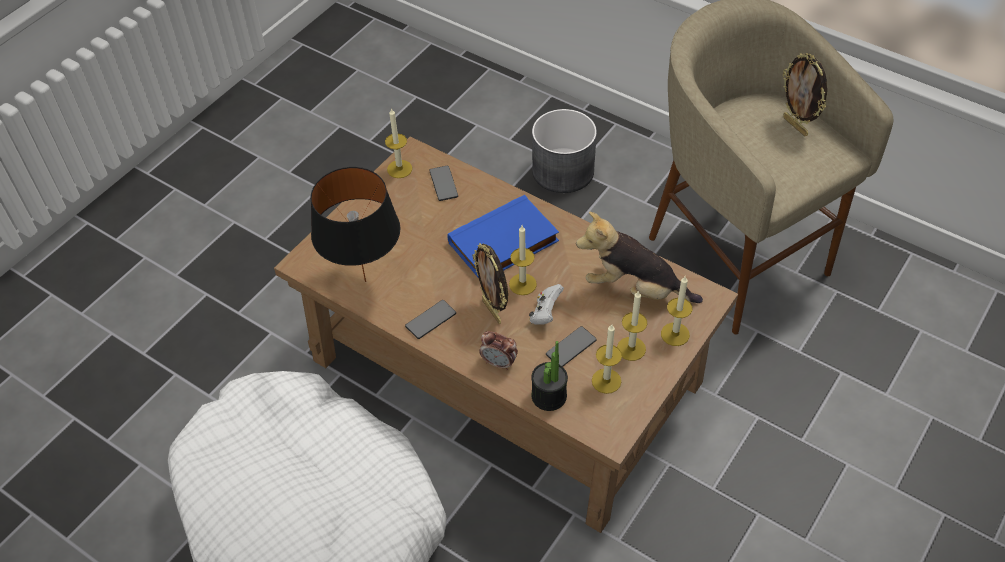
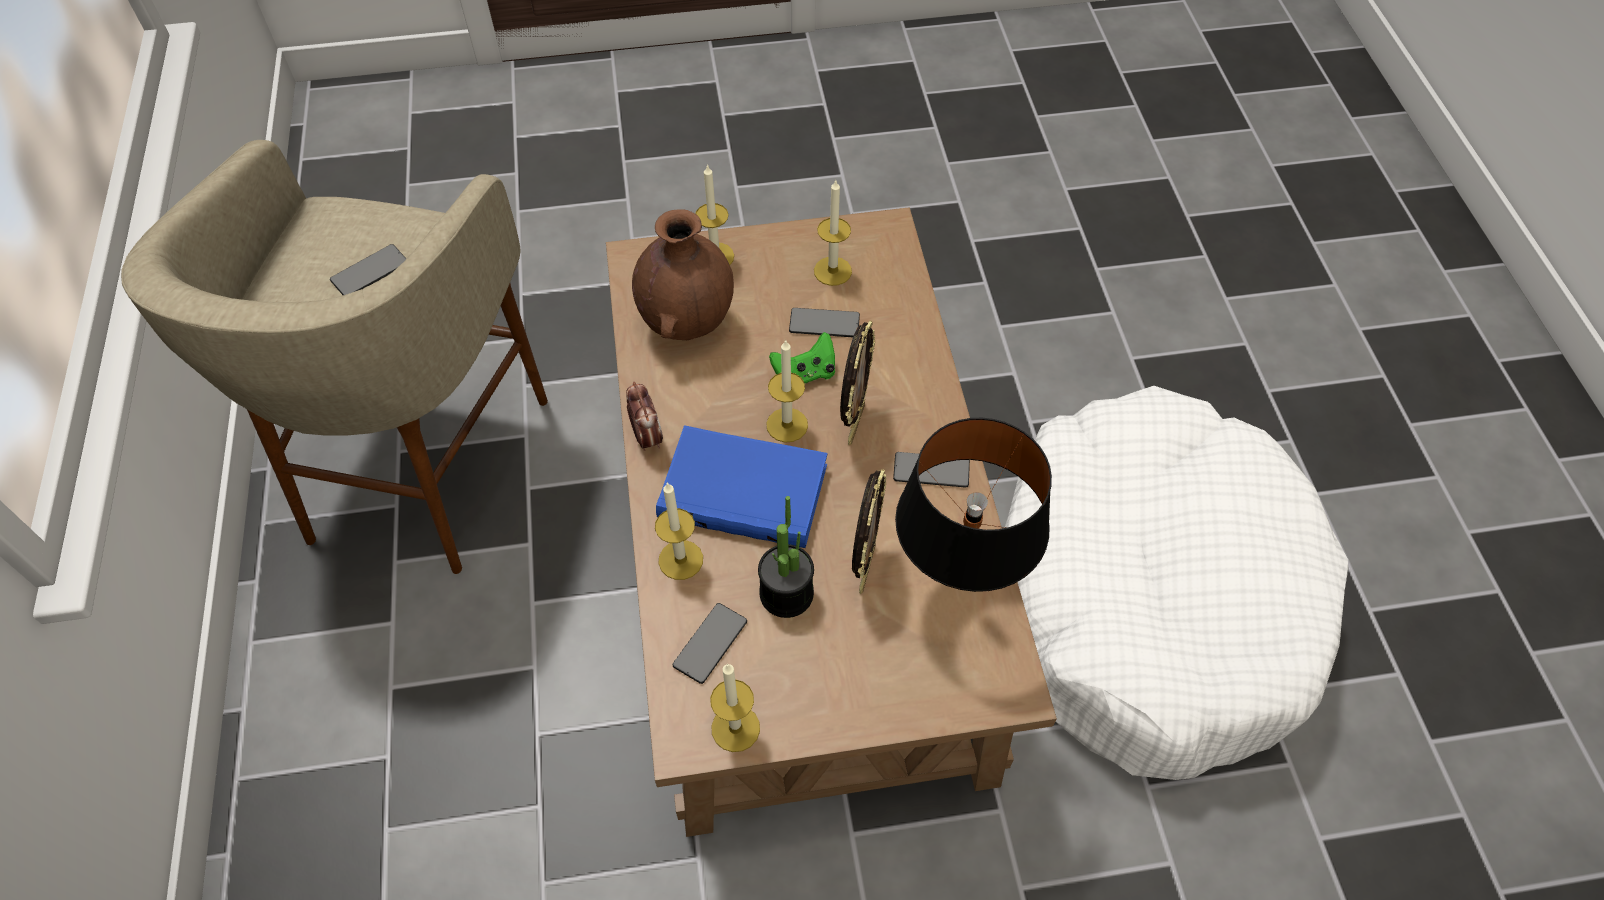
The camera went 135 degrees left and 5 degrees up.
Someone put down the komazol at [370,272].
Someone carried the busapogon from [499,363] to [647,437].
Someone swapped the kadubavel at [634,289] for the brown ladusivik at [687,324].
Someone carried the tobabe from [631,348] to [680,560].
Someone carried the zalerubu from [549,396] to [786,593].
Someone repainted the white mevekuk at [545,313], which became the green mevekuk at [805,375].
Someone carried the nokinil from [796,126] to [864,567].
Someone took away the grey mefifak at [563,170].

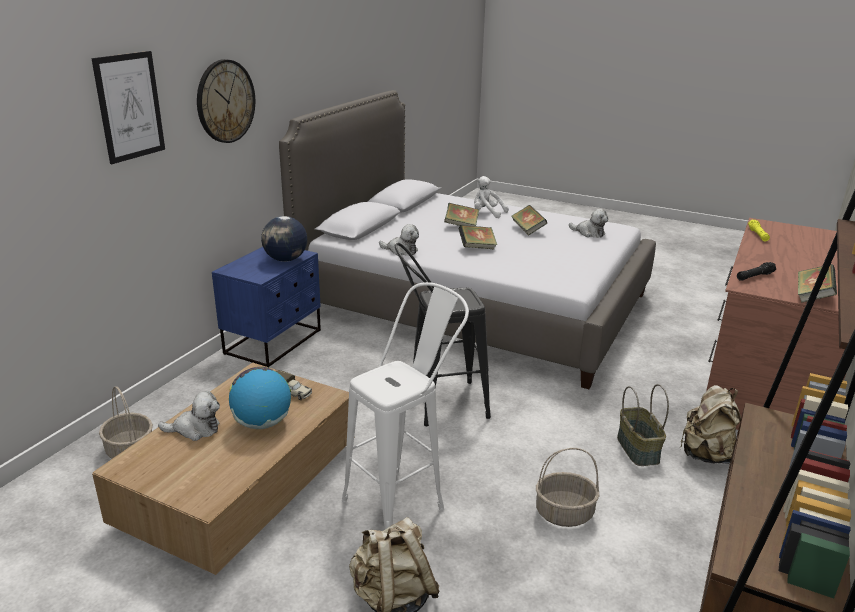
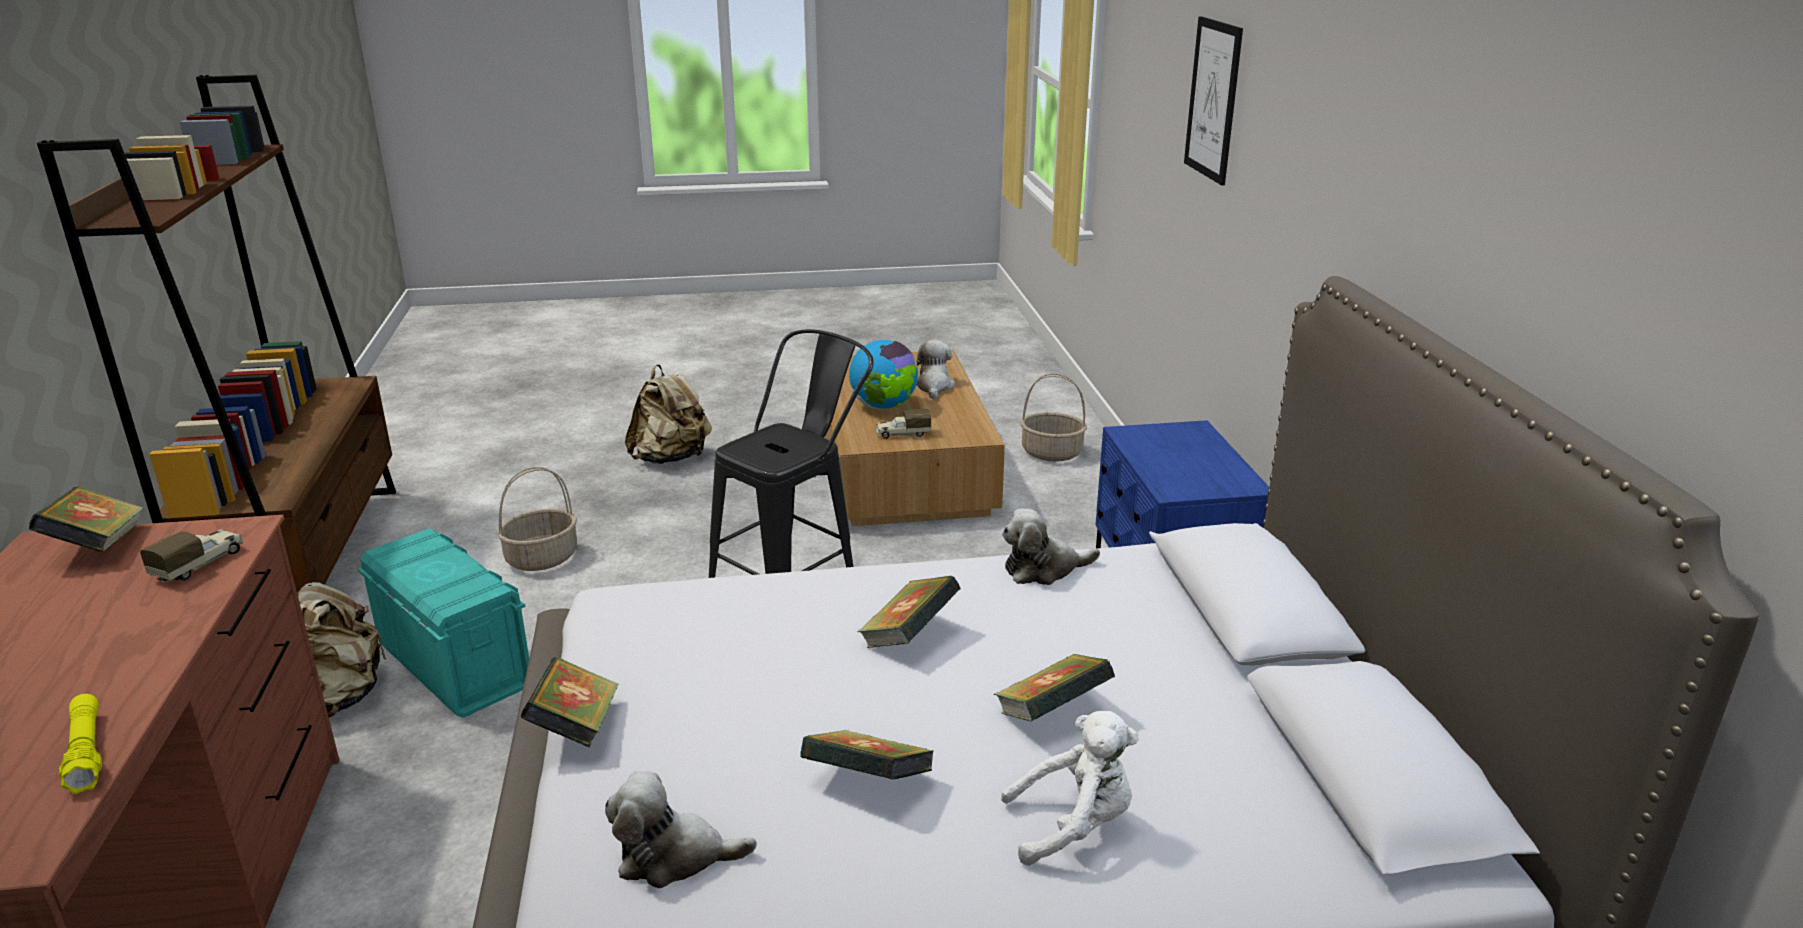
The camera went 145 degrees right and 0 degrees up.
Someone swapped the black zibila at [754,276] for the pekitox at [200,564].
Someone swapped the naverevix at [638,449] for the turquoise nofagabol at [455,665].
Someone put down the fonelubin at [575,728].
Someone rotated the kadubavel at [195,429] by 135 degrees clockwise.
Someone took away the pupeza at [225,101].
Someone took away the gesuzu at [286,260].
Someone took away the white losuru at [404,498].

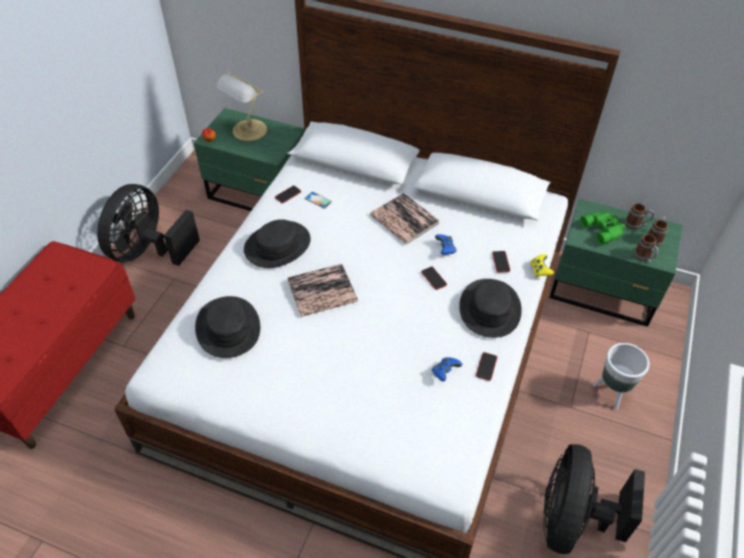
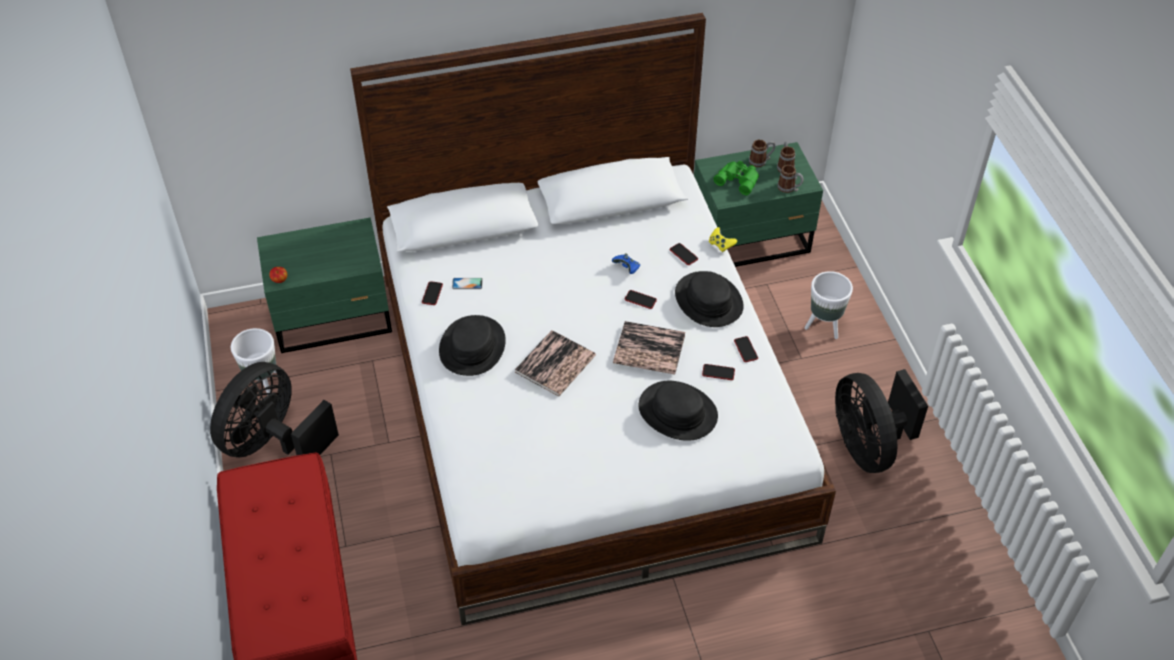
The camera went 35 degrees left and 0 degrees up.
Someone rotated the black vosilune at [149,251] by 45 degrees clockwise.
Someone put down the white mefifak at [263,384].
Someone carried the fonelubin from [404,219] to [649,349].
Someone carried the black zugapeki from [227,328] to [677,412].
Someone swapped the blue mevekuk at [445,372] for the komazol at [718,372].
Someone took away the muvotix at [248,131].

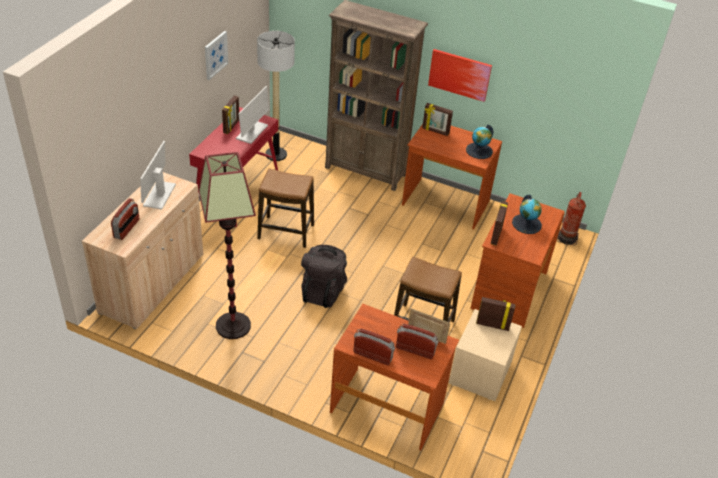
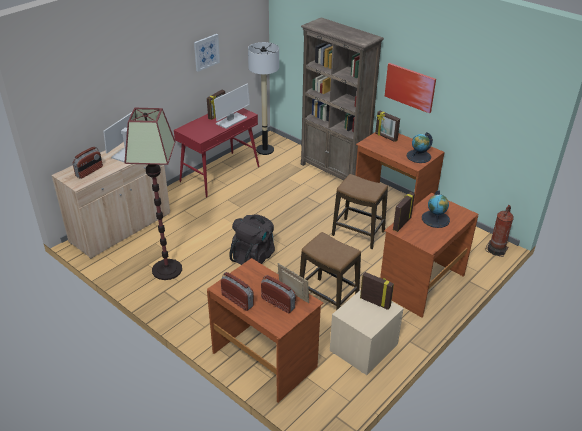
The camera went 20 degrees right and 5 degrees down.
Someone carried the losuru from [285,232] to [358,233].

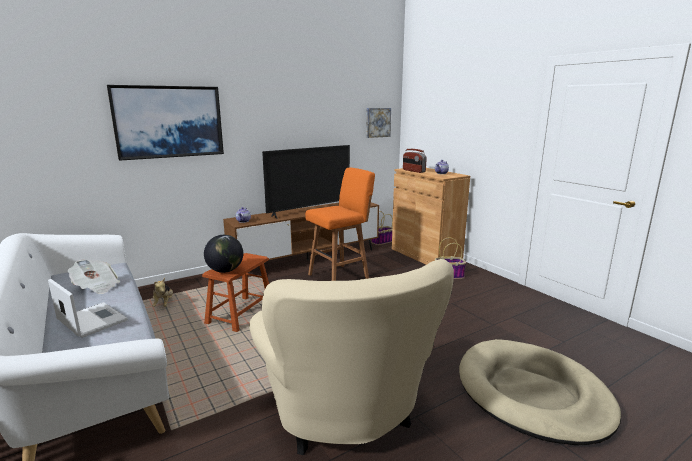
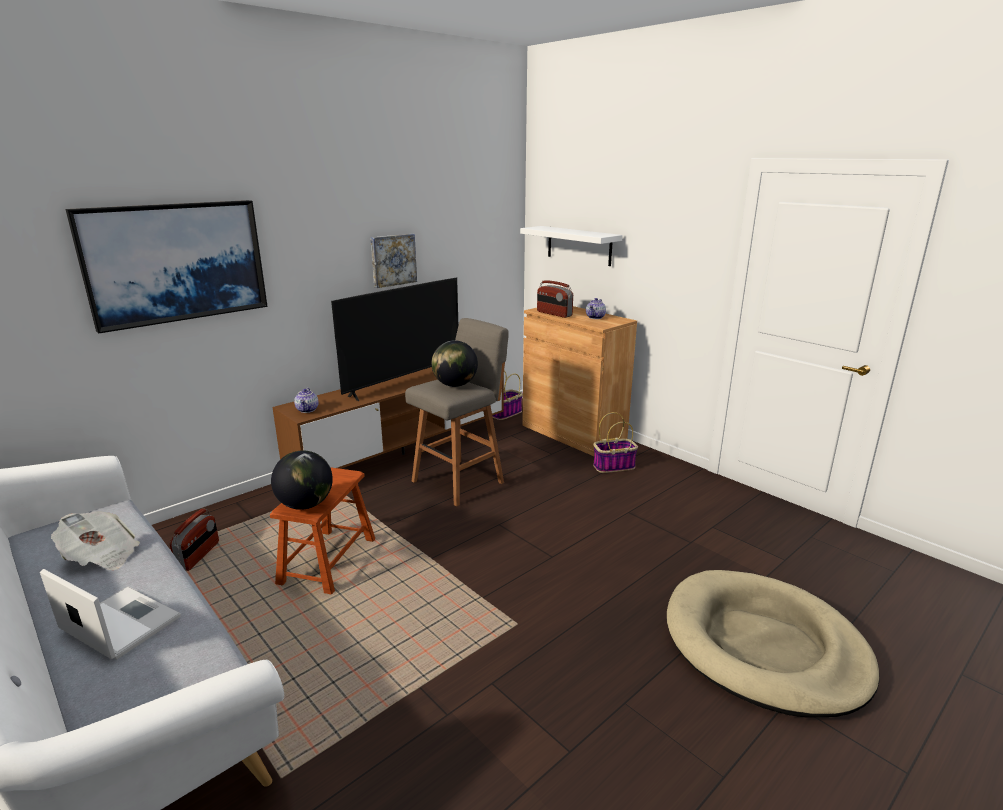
The camera went 10 degrees left and 5 degrees up.
Someone swapped the kadubavel at [164,304] for the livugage at [198,555].
Someone carried the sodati from [377,122] to [392,260].
Someone repainted the orange losuru at [340,277], which became the grey losuru at [460,481].
Someone put down the gesuzu at [455,385].
Someone put up the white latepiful at [579,245].
Someone took away the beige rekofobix at [345,416].

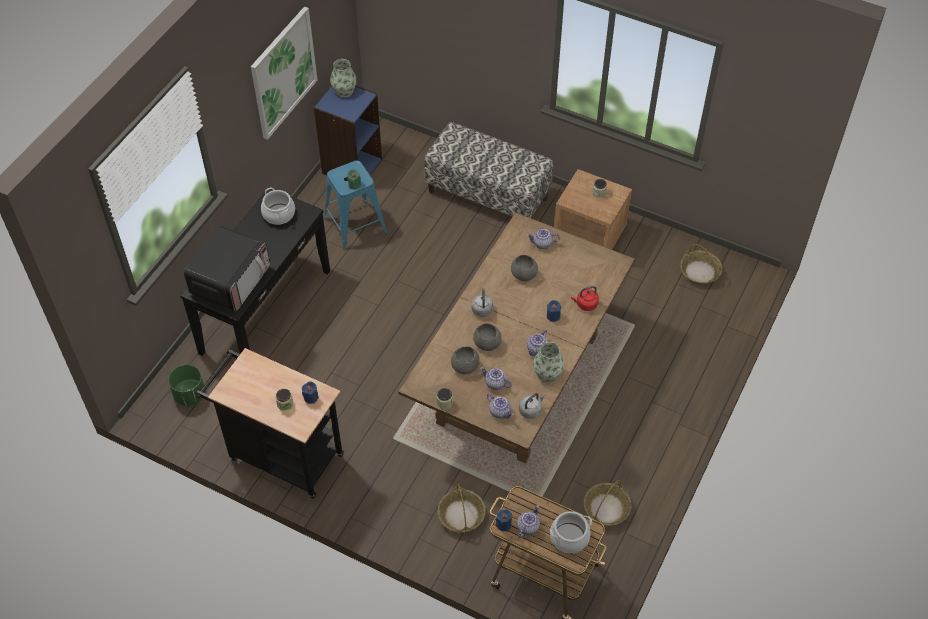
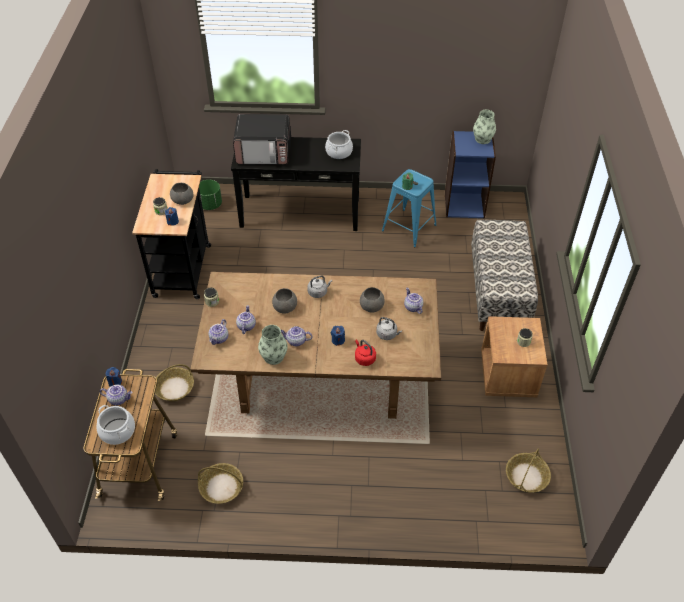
The camera went 65 degrees right and 5 degrees down.
Someone carried the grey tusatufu from [465,366] to [183,200].
Someone carried the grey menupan from [531,410] to [387,334].
Someone took away the sodati at [283,72].

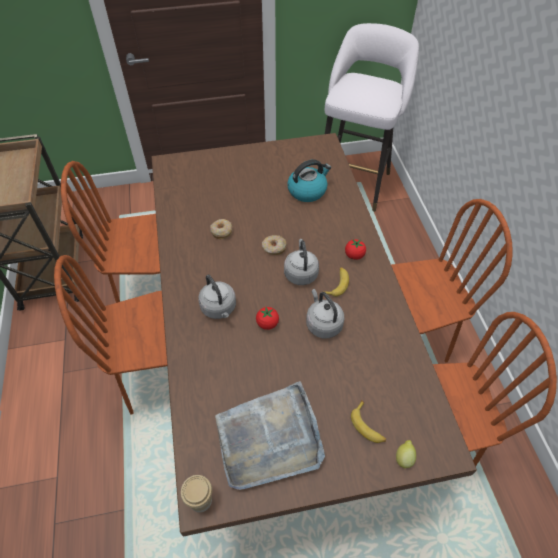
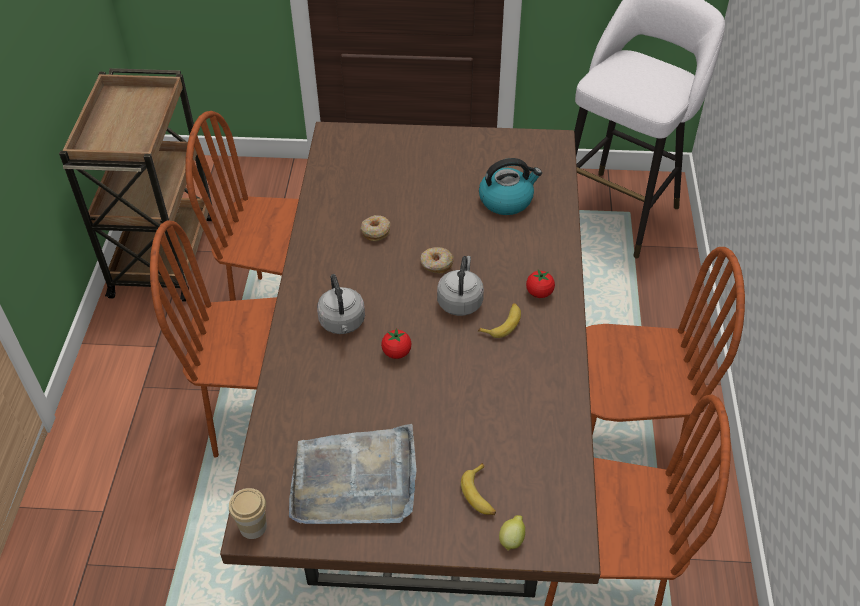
The camera went 15 degrees right and 5 degrees down.
Someone took away the grey menupan at [323,323].

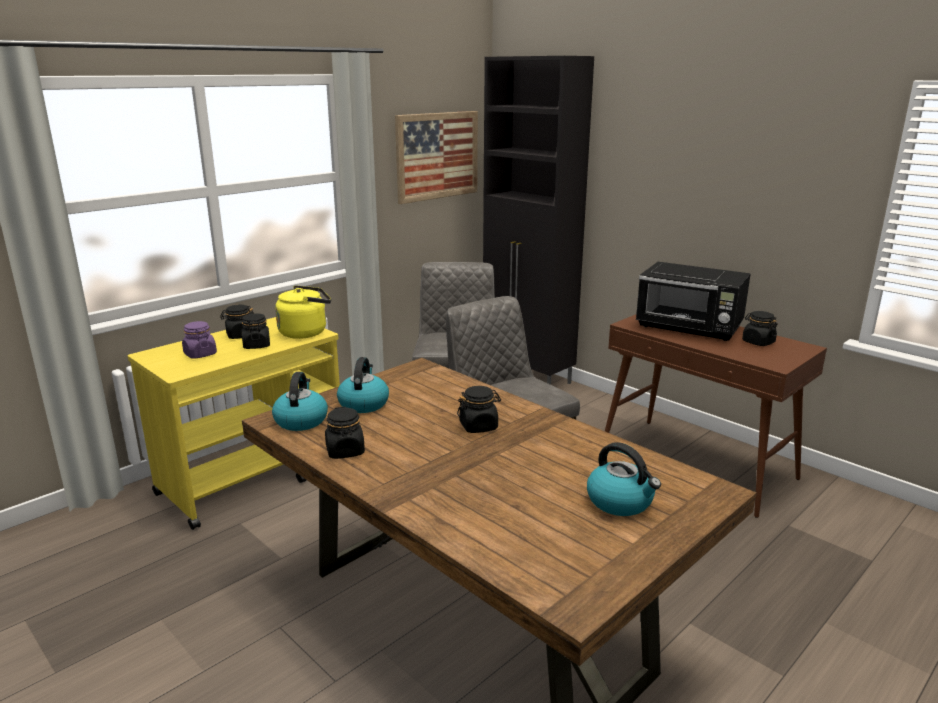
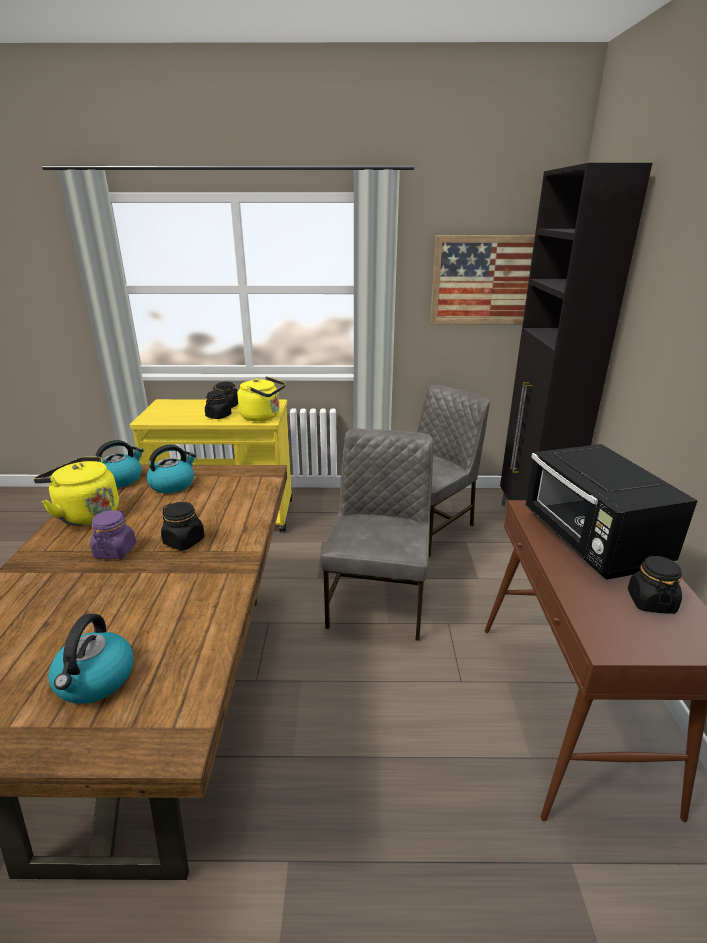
The camera went 45 degrees right and 5 degrees up.
Someone swapped the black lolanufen at [345,451] for the yellow menupan at [86,514].
Someone carried the purple lolanufen from [200,354] to [115,550].

